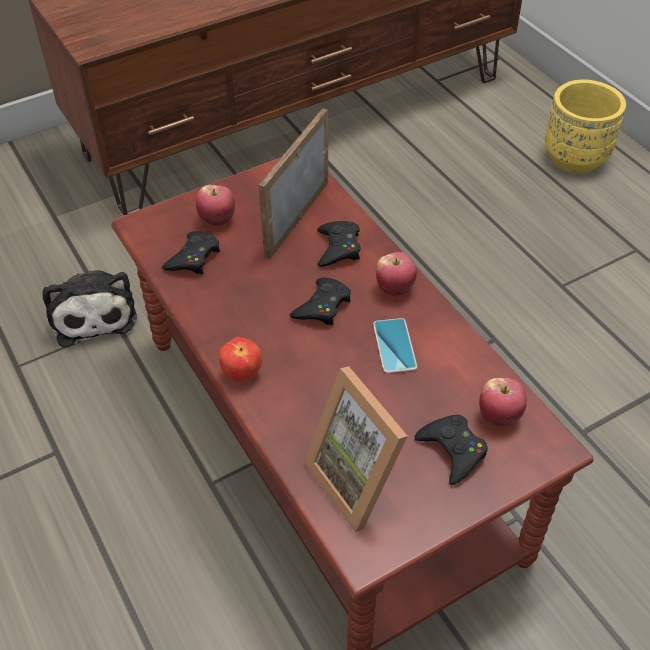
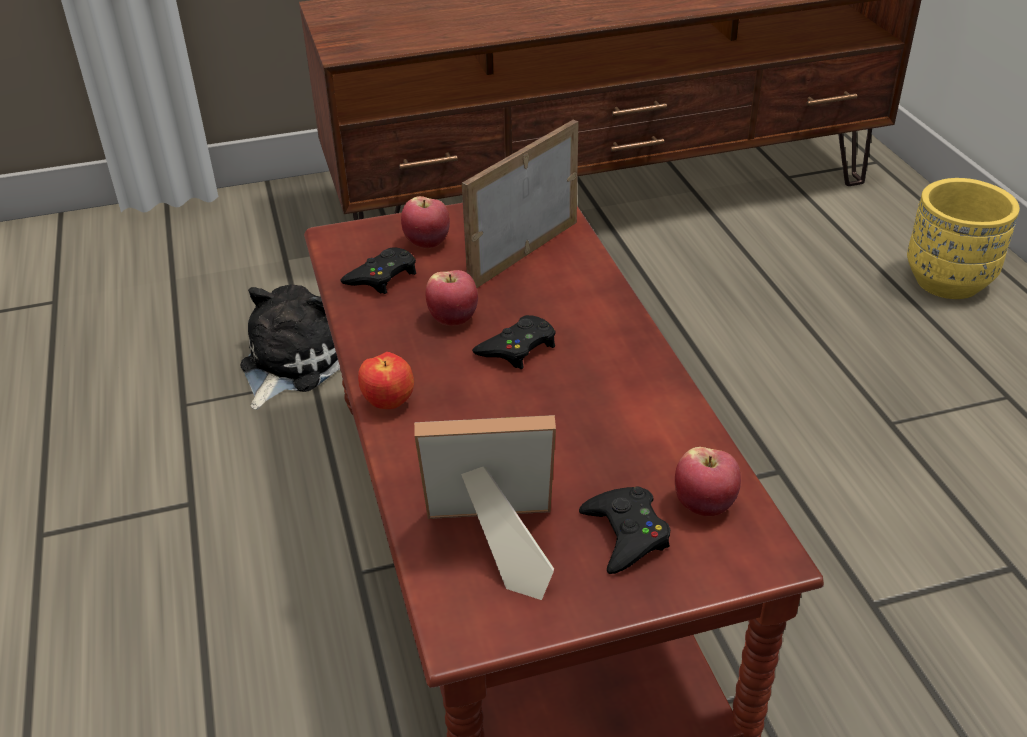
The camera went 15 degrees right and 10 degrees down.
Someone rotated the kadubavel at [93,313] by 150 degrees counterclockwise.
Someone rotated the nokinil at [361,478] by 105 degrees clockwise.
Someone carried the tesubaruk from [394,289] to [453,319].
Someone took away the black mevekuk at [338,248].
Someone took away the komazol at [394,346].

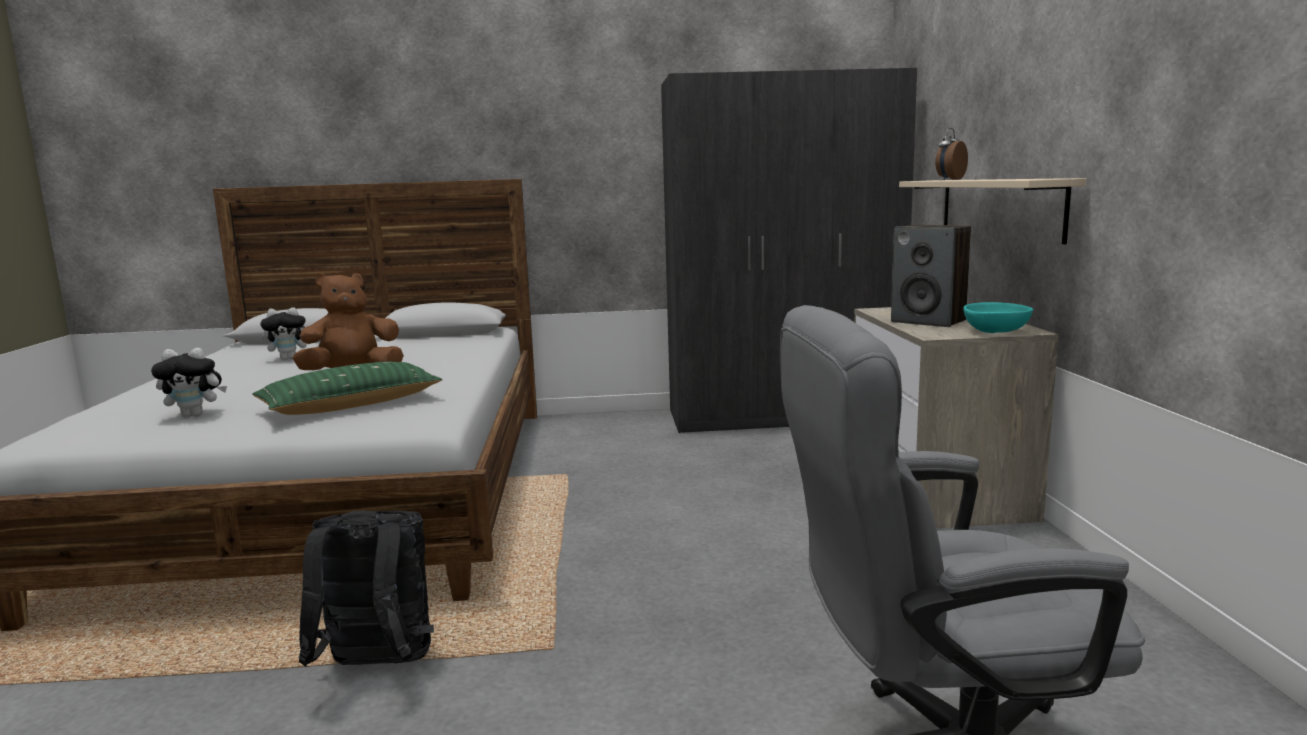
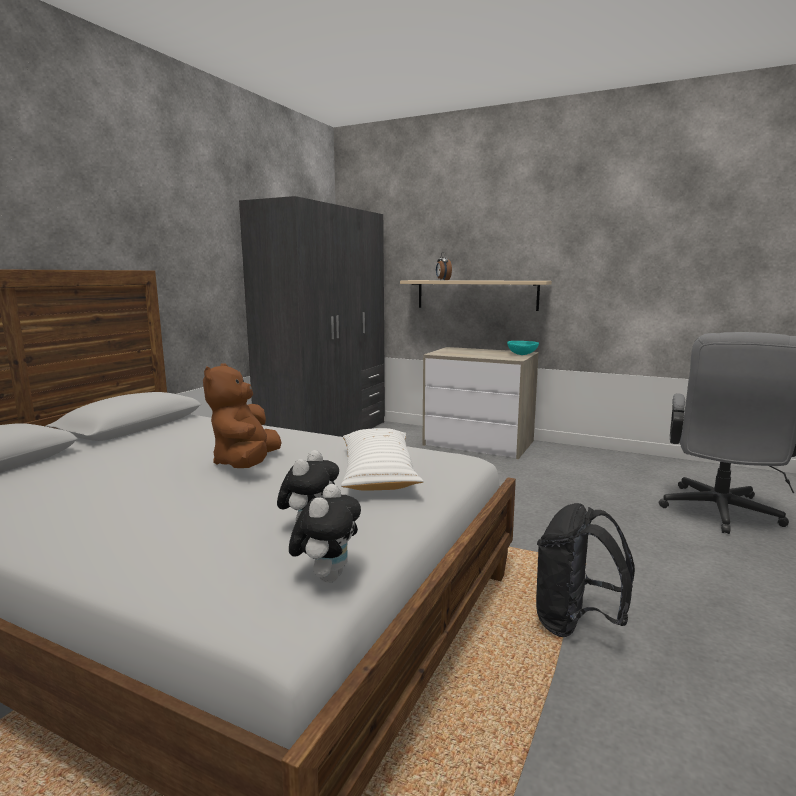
The camera went 60 degrees left and 0 degrees up.
Someone carried the kadubavel from [290,359] to [327,576].
Someone repainted the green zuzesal at [351,405], which became the white zuzesal at [378,473].
Someone took away the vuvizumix at [929,321].

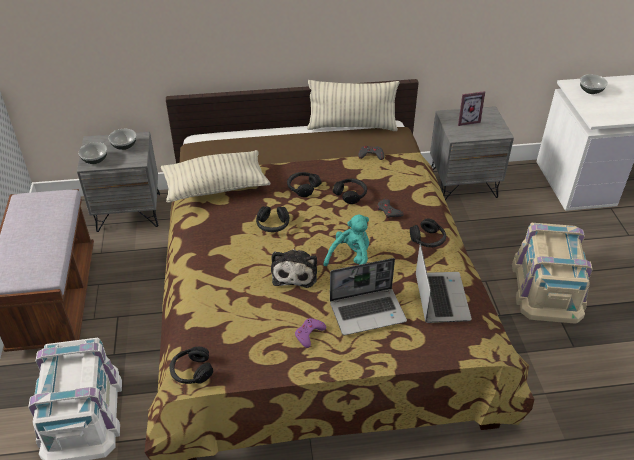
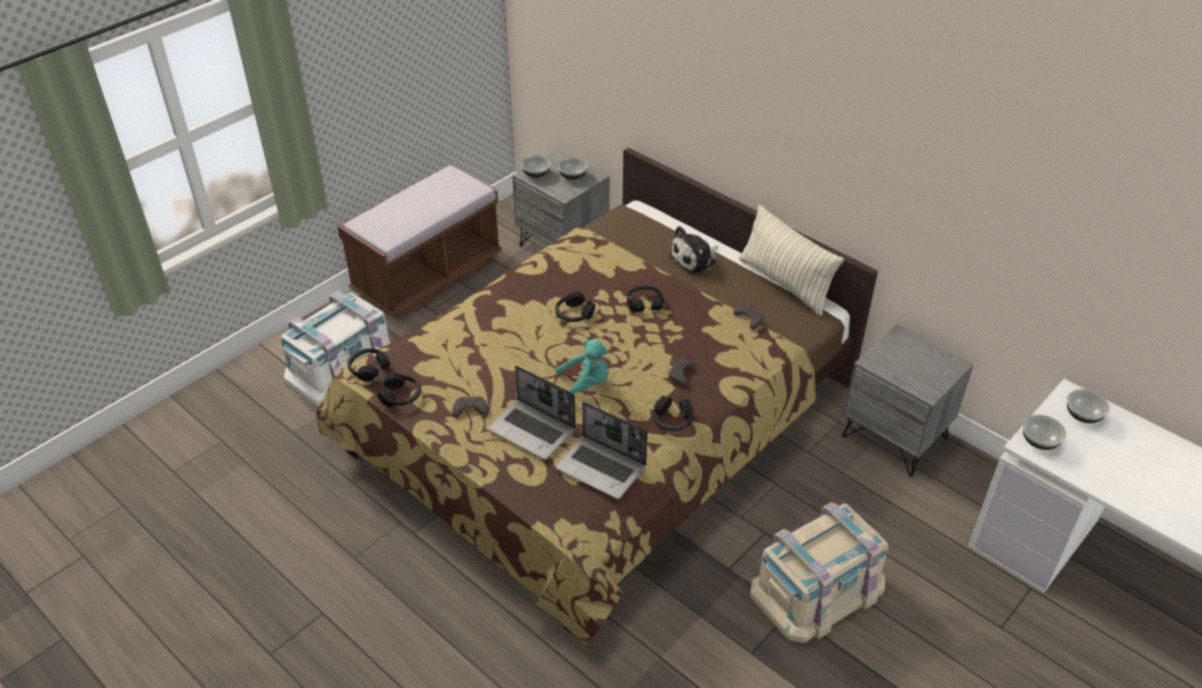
The camera went 50 degrees right and 0 degrees up.
Someone carried the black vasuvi from [350,194] to [401,396].
Someone repainted the purple mevekuk at [309,334], which became the grey mevekuk at [470,409].
Someone rotated the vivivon at [440,297] by 75 degrees clockwise.
Someone carried the kadubavel from [295,272] to [695,260].
Someone put down the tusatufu at [1040,441].
Someone took away the zuzesal at [216,187].
Someone took away the nokinil at [466,120].

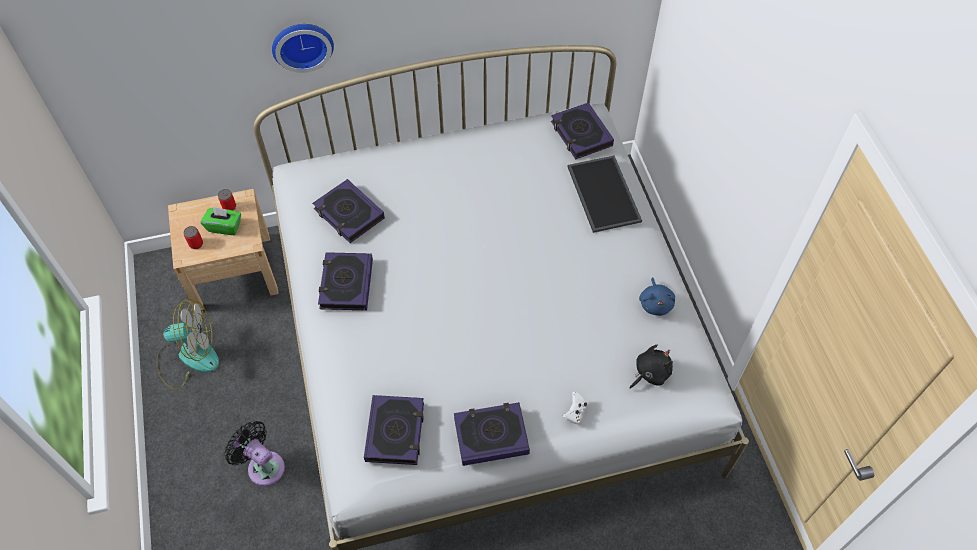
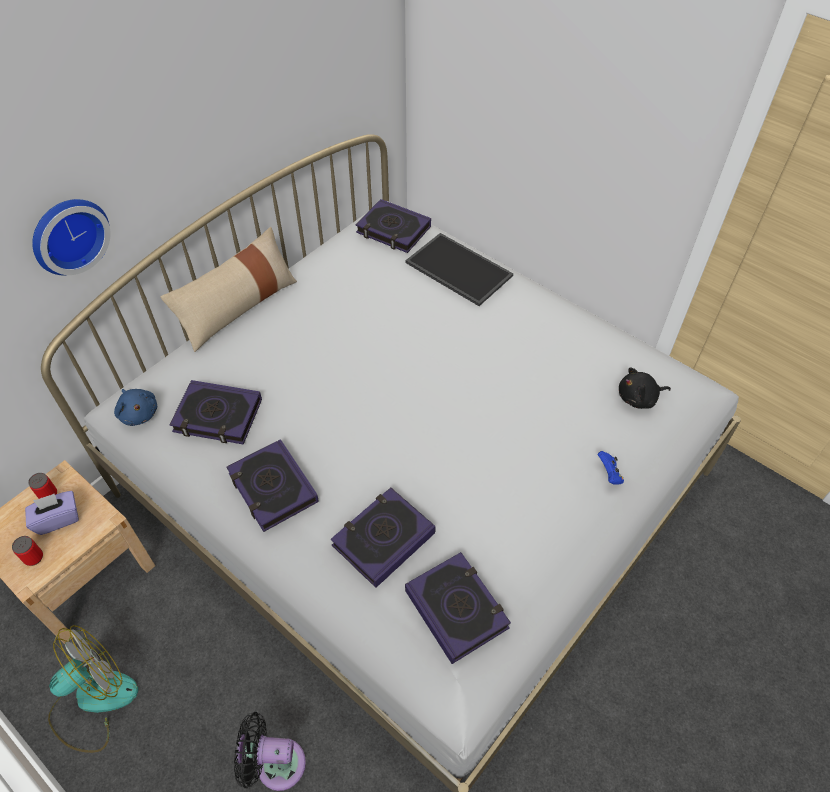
The camera went 35 degrees left and 5 degrees down.
Someone repainted the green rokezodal at [224,227], which became the purple rokezodal at [58,519].
Someone carried the blue kadubavel from [655,303] to [139,413].
Someone put down the beige zuzesal at [238,308].
Someone carried the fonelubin from [491,435] to [383,539].
Someone repainted the white mevekuk at [574,412], which became the blue mevekuk at [609,474].
Someone rotated the black kadubavel at [650,373] by 120 degrees counterclockwise.

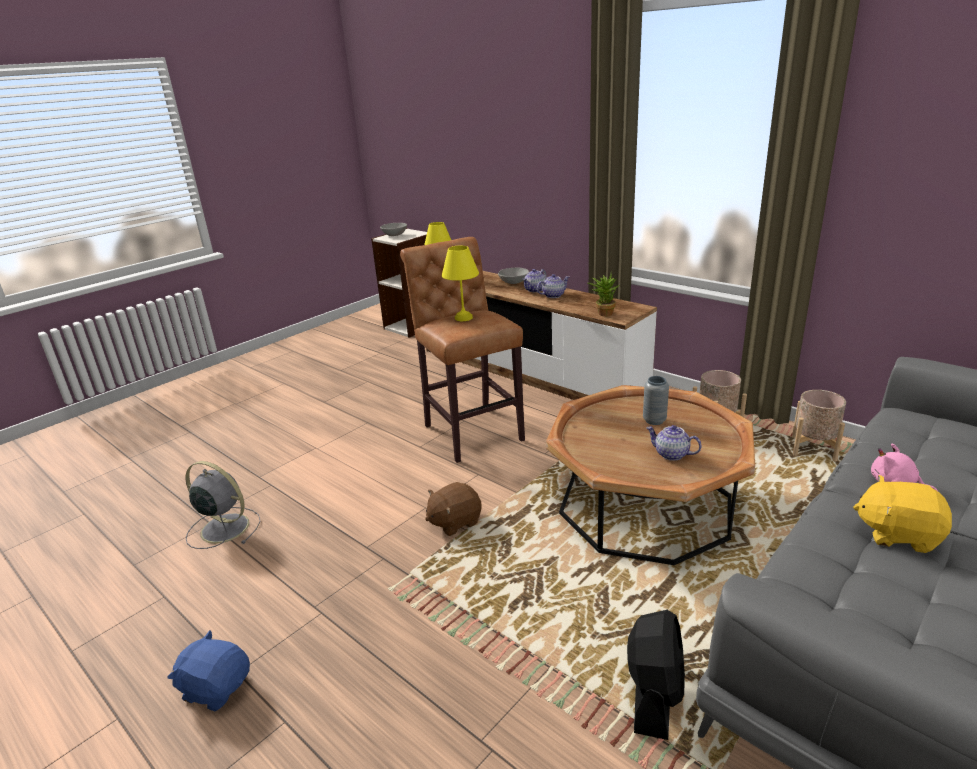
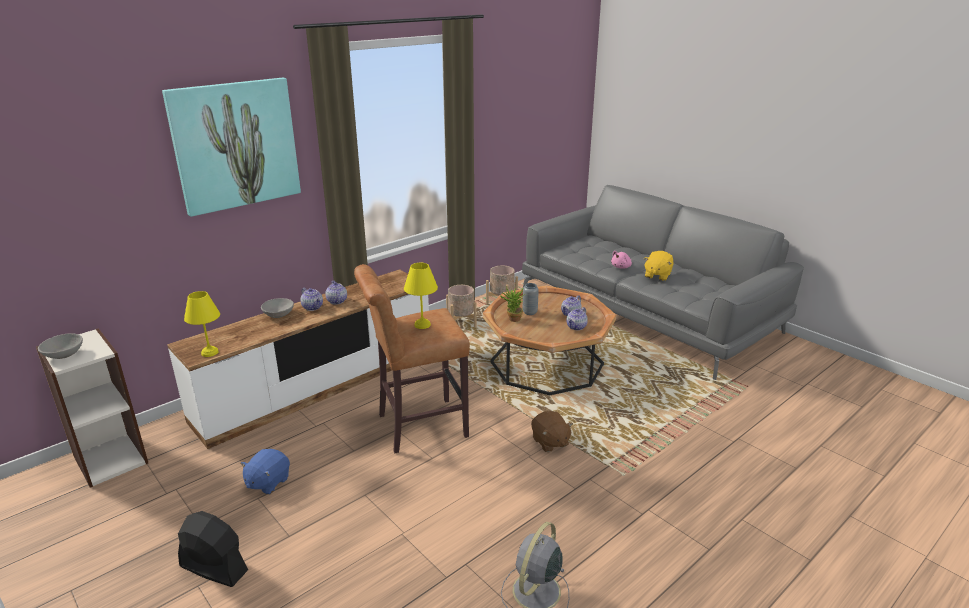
The camera went 85 degrees left and 0 degrees up.
Someone put up the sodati at [235,145].
Someone carried the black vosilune from [654,694] to [213,568].
Someone carried the blue kadubavel from [217,687] to [267,482].
Someone carried the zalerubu from [603,313] to [512,319].
Someone put down the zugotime at [576,327].

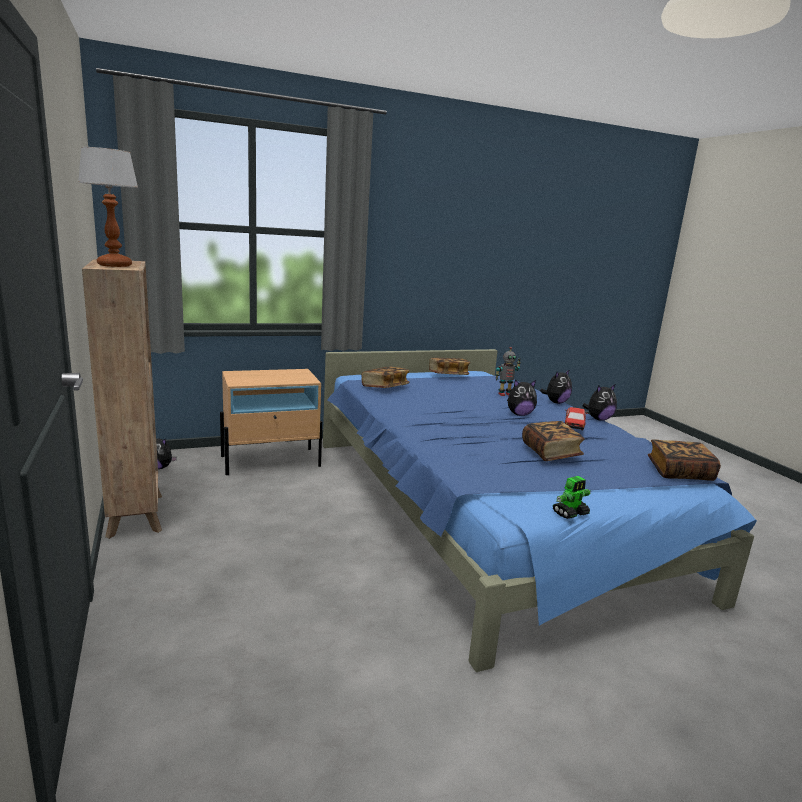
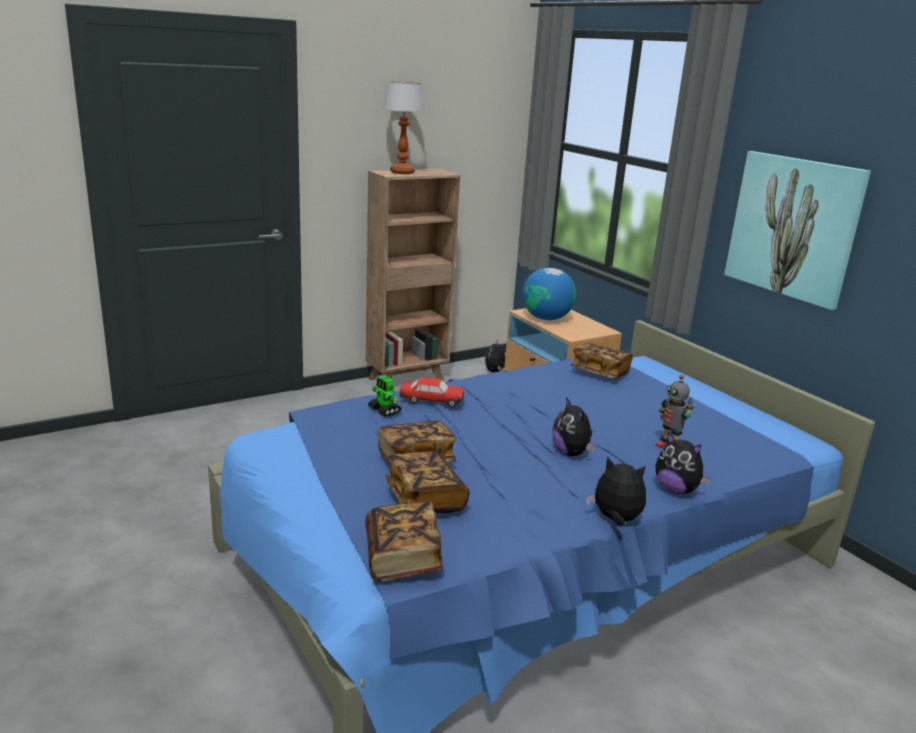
The camera went 80 degrees right and 5 degrees up.
Someone carried the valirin from [570,513] to [384,411].
Someone carried the fonelubin from [448,375] to [425,499].
Someone carried the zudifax from [574,425] to [431,400].
Someone put down the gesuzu at [546,318].
Someone rotated the kadubavel at [598,419] by 150 degrees clockwise.
Someone put up the sodati at [793,227].

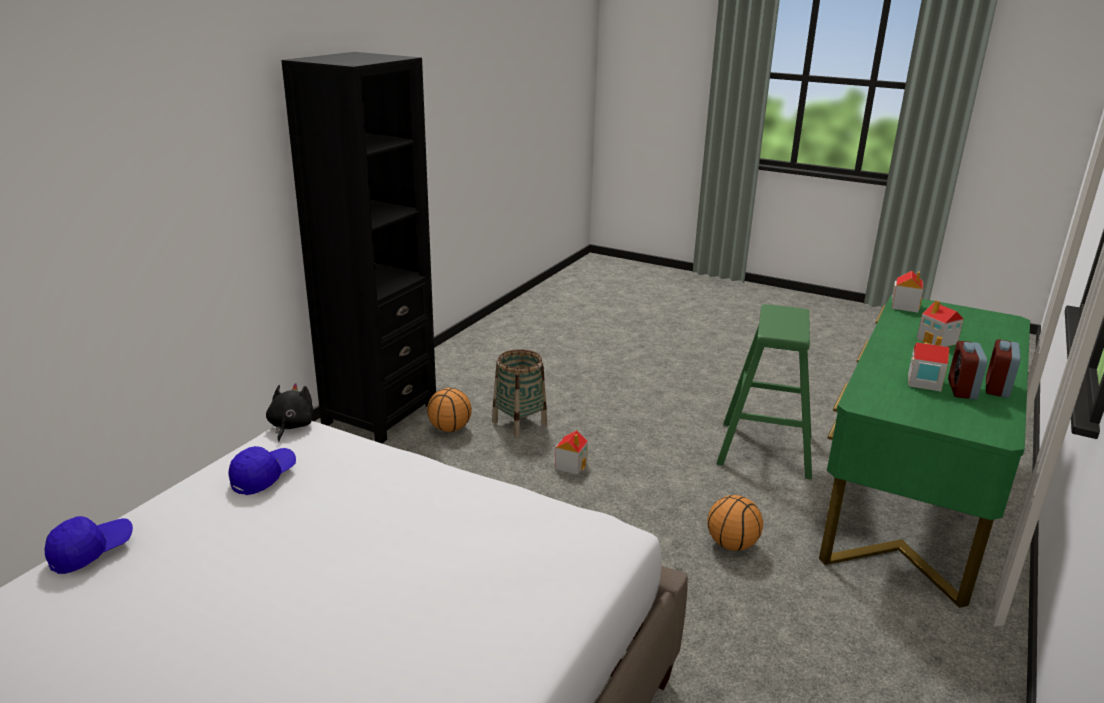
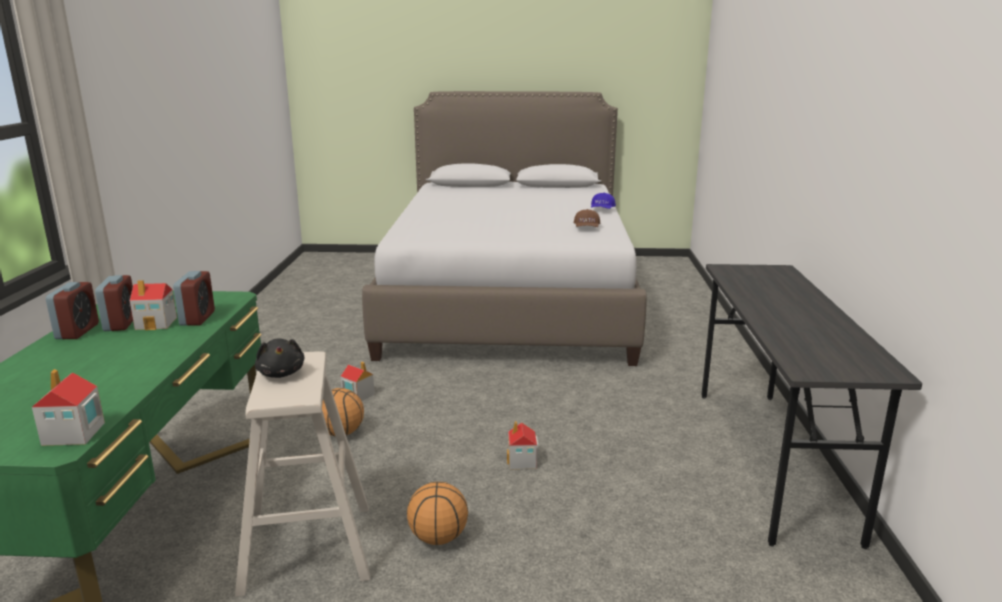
The camera went 155 degrees right and 5 degrees down.
Someone put down the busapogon at [197,318].
Someone repainted the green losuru at [765,449], which became the beige losuru at [307,548].
Someone carried the black kadubavel from [290,426] to [281,373].
Someone carried the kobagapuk from [937,341] to [357,395].
Someone carried the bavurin from [450,429] to [437,538].
Someone repainted the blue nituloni at [263,477], which became the brown nituloni at [586,228].
Someone swapped the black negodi at [379,414] for the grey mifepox at [771,460].
Someone took away the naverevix at [519,423].

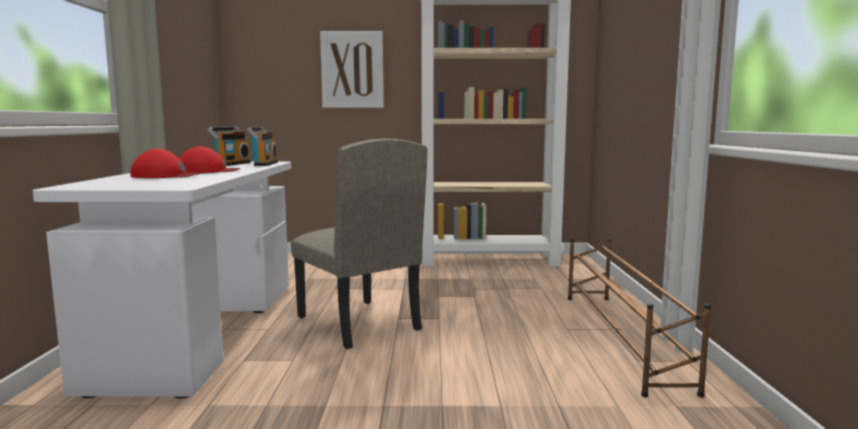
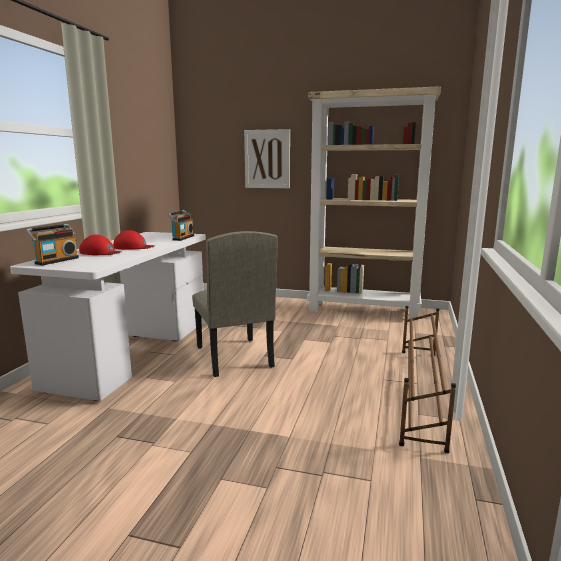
The camera went 15 degrees right and 5 degrees up.
Someone carried the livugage from [231,164] to [56,260].

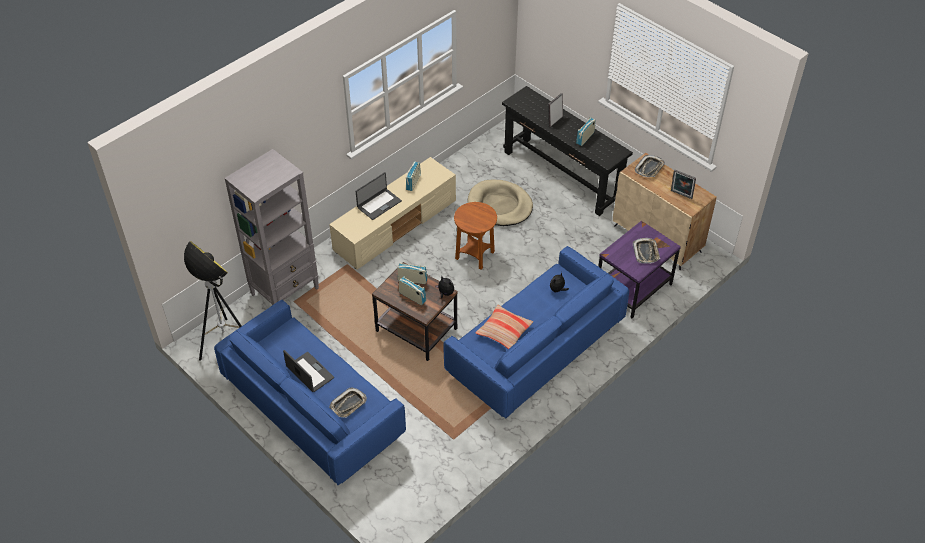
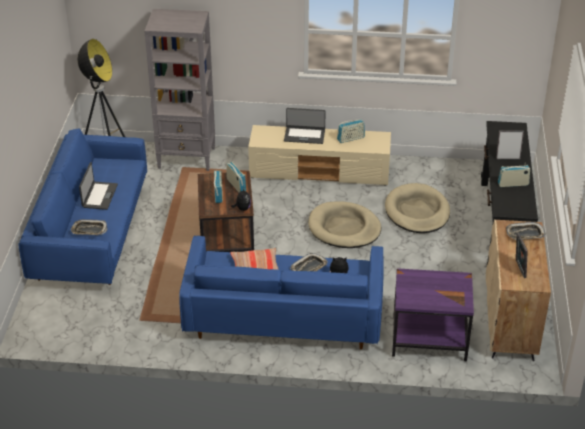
The camera went 50 degrees right and 10 degrees down.
Someone carried the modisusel from [646,252] to [309,268].
Someone swapped the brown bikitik at [475,255] for the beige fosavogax at [344,228].

